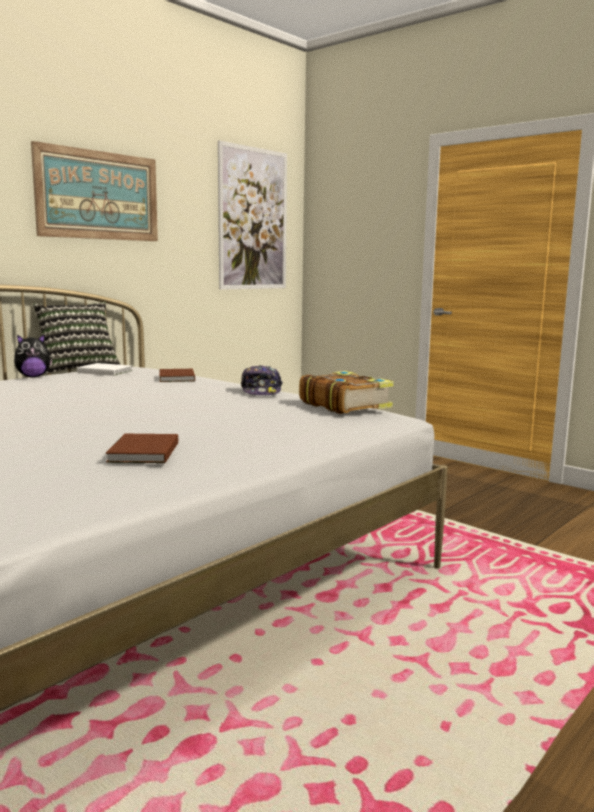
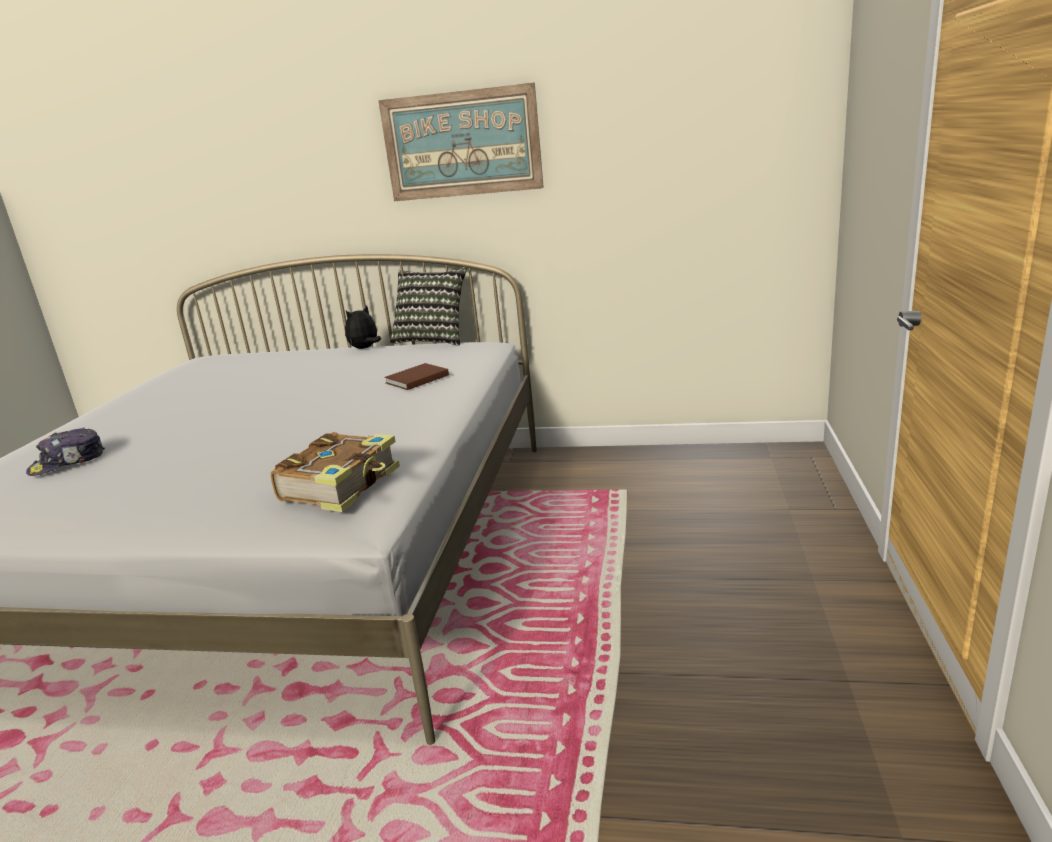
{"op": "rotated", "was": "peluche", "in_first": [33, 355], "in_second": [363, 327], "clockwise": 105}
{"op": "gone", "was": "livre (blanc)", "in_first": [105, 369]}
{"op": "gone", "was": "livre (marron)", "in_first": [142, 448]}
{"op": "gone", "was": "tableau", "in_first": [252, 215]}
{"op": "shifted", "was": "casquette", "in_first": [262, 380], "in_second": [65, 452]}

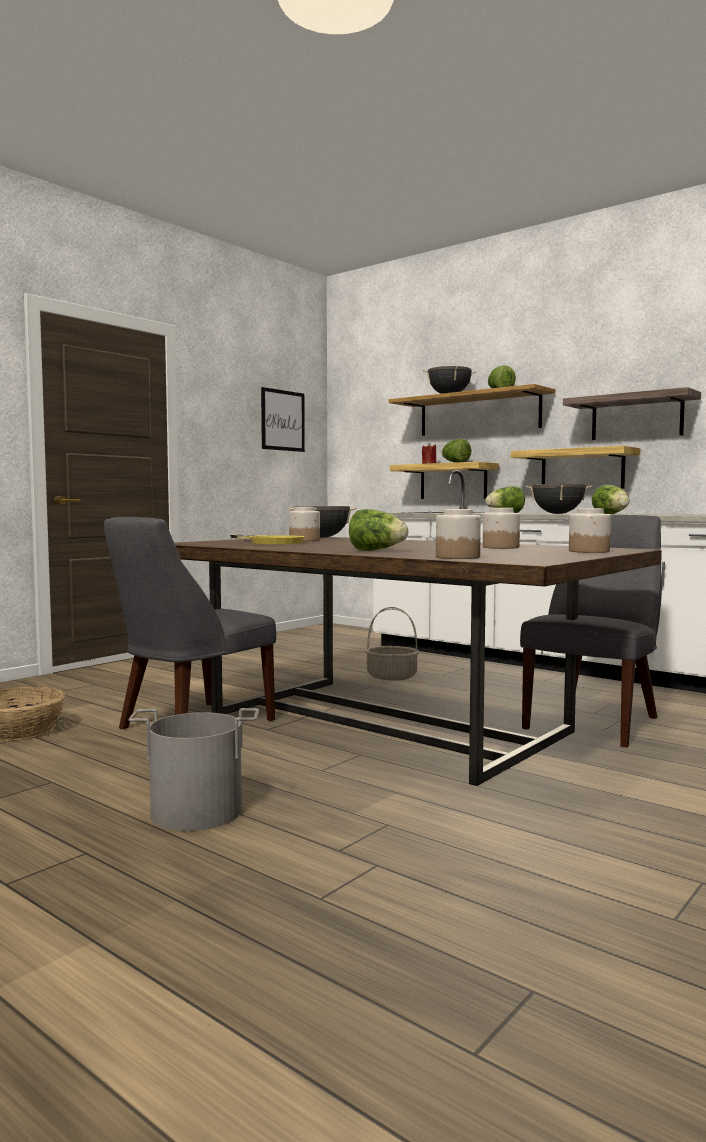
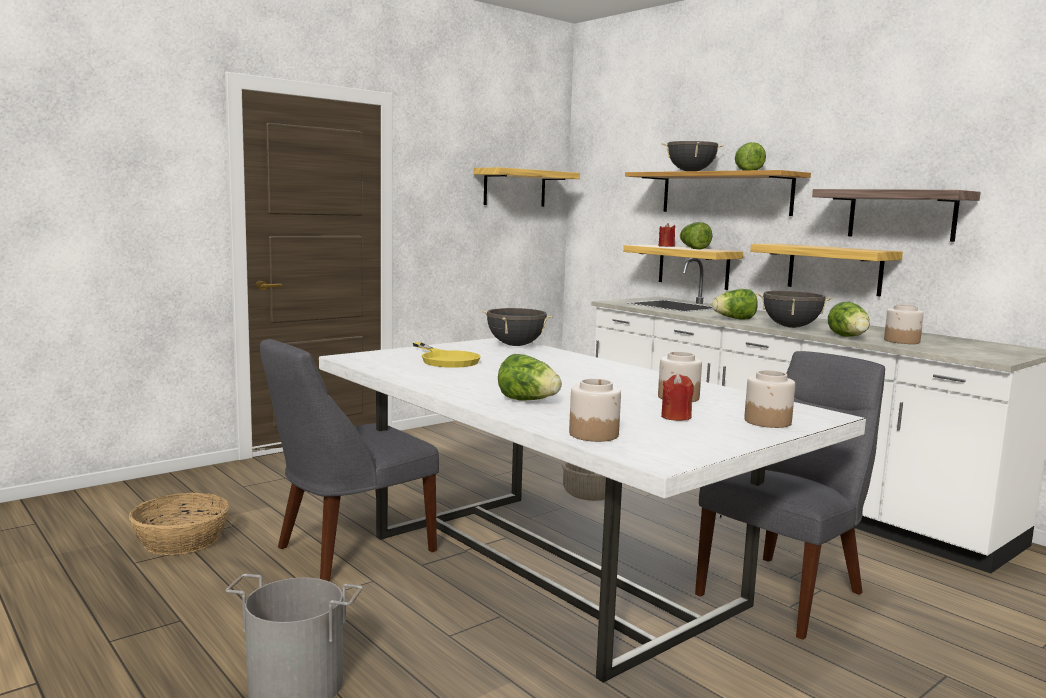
{"op": "repainted", "was": "table à manger (marron)", "now": "table à manger (blanc)", "in_first": [418, 661], "in_second": [592, 510]}
{"op": "swapped", "was": "tableau", "now": "étagère", "in_first": [283, 419], "in_second": [527, 187]}
{"op": "shifted", "was": "bocal", "in_first": [304, 524], "in_second": [904, 324]}
{"op": "new", "now": "bougie (rouge)", "in_second": [677, 397]}

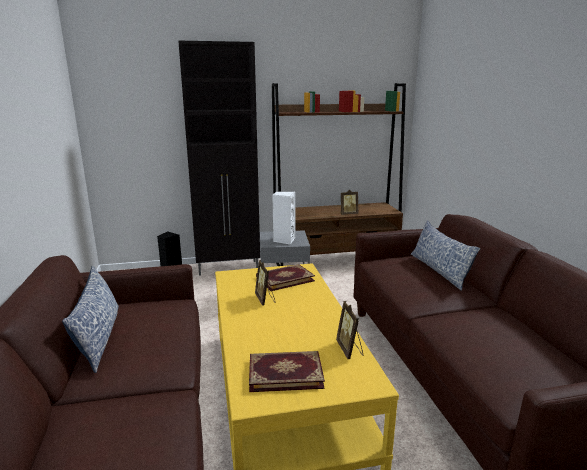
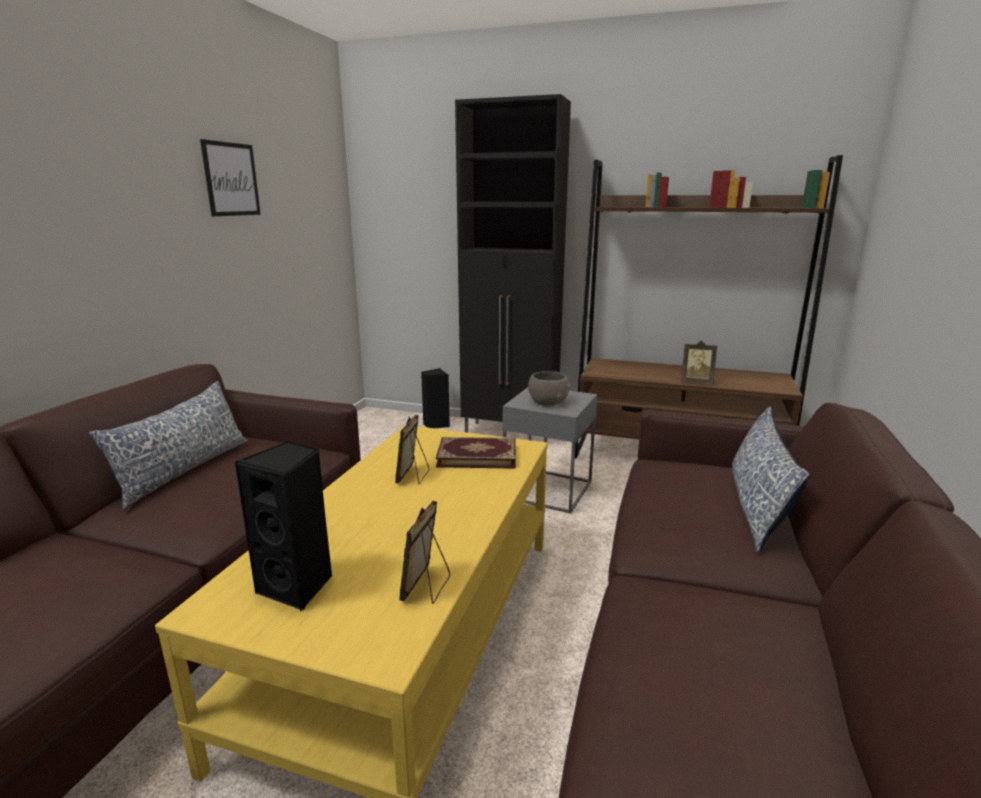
{"op": "swapped", "was": "livre", "now": "enceinte (noir)", "in_first": [287, 371], "in_second": [284, 526]}
{"op": "swapped", "was": "enceinte (blanc)", "now": "bol (gris)", "in_first": [284, 218], "in_second": [549, 388]}
{"op": "new", "now": "tableau", "in_second": [230, 177]}

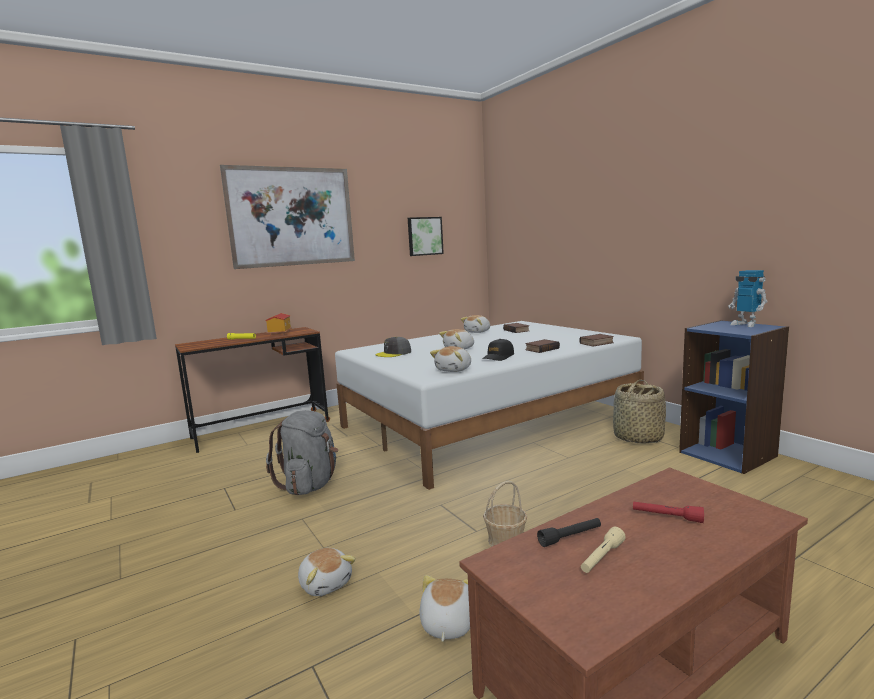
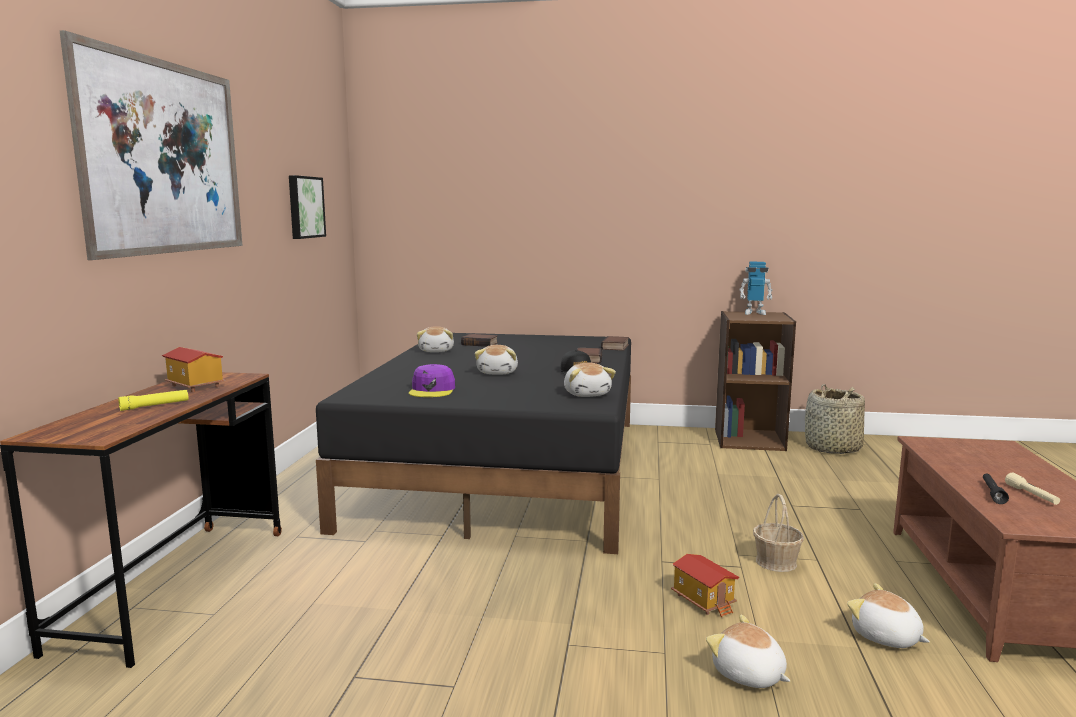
{"op": "gone", "was": "sac à dos (gris)", "in_first": [302, 452]}
{"op": "rotated", "was": "peluche", "in_first": [327, 572], "in_second": [748, 651], "clockwise": -135}
{"op": "repainted", "was": "lit (blanc)", "now": "lit (noir)", "in_first": [489, 405], "in_second": [473, 443]}
{"op": "repainted", "was": "casquette (gris)", "now": "casquette (violet)", "in_first": [393, 347], "in_second": [432, 380]}
{"op": "shifted", "was": "panier", "in_first": [639, 411], "in_second": [835, 419]}
{"op": "gone", "was": "lampe de poche (rouge)", "in_first": [668, 512]}
{"op": "repainted", "was": "bibliothèque (bleu)", "now": "bibliothèque (marron)", "in_first": [734, 397], "in_second": [755, 381]}
{"op": "new", "now": "maison miniature", "in_second": [705, 585]}

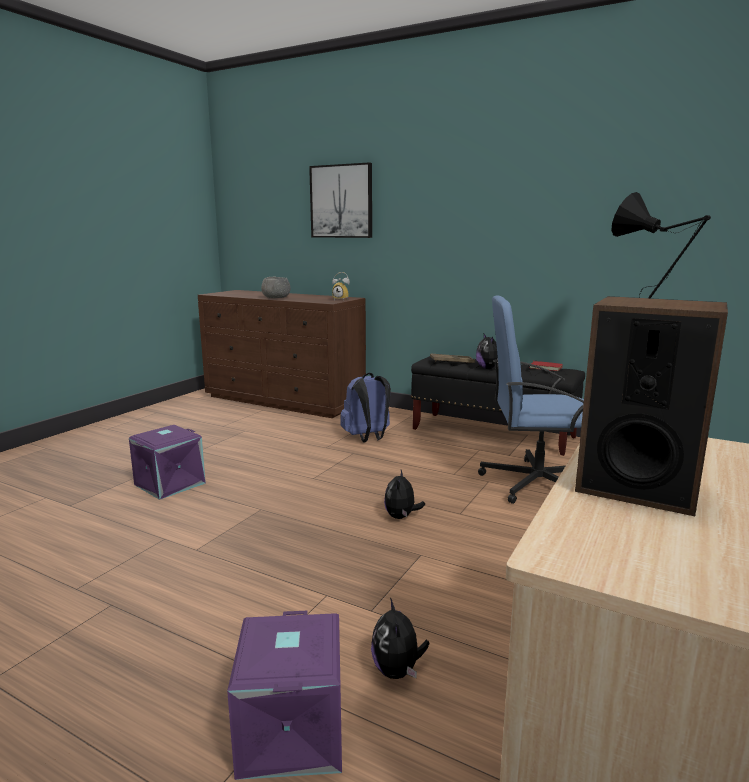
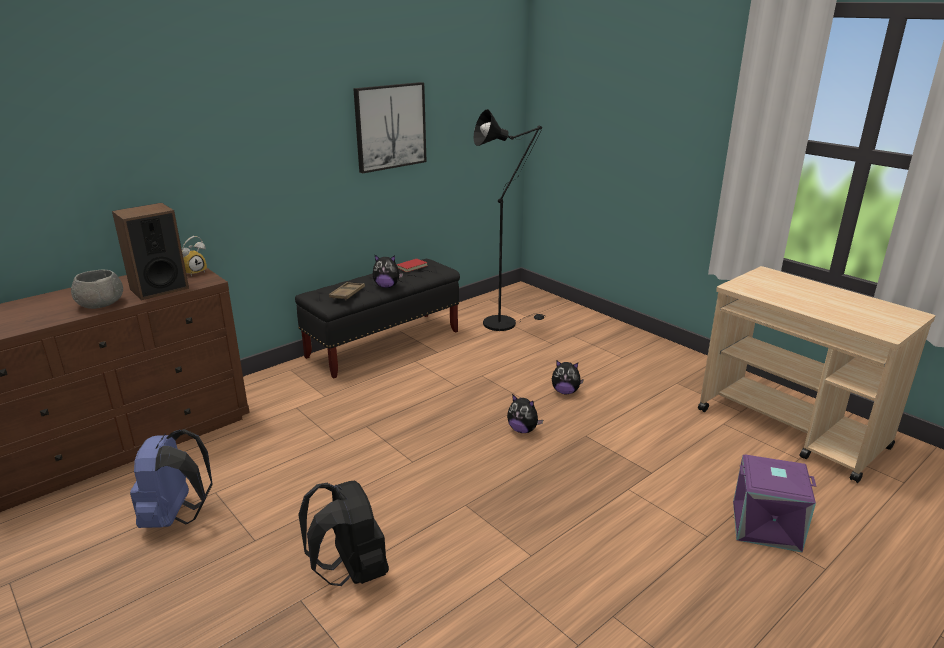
{"op": "swapped", "was": "boîte de rangement (violet)", "now": "sac à dos (noir)", "in_first": [167, 462], "in_second": [343, 533]}
{"op": "shifted", "was": "tableau", "in_first": [340, 200], "in_second": [390, 127]}
{"op": "shifted", "was": "sac à dos (bleu)", "in_first": [365, 407], "in_second": [171, 478]}
{"op": "shifted", "was": "peluche", "in_first": [400, 638], "in_second": [568, 377]}
{"op": "gone", "was": "chaise de bureau (bleu)", "in_first": [531, 399]}
{"op": "shifted", "was": "enceinte", "in_first": [651, 406], "in_second": [150, 251]}

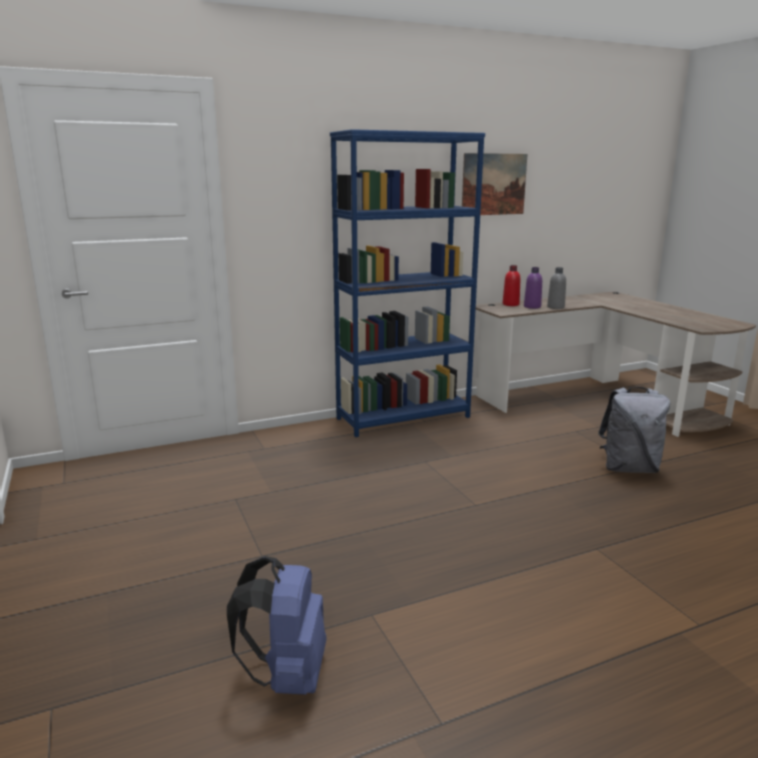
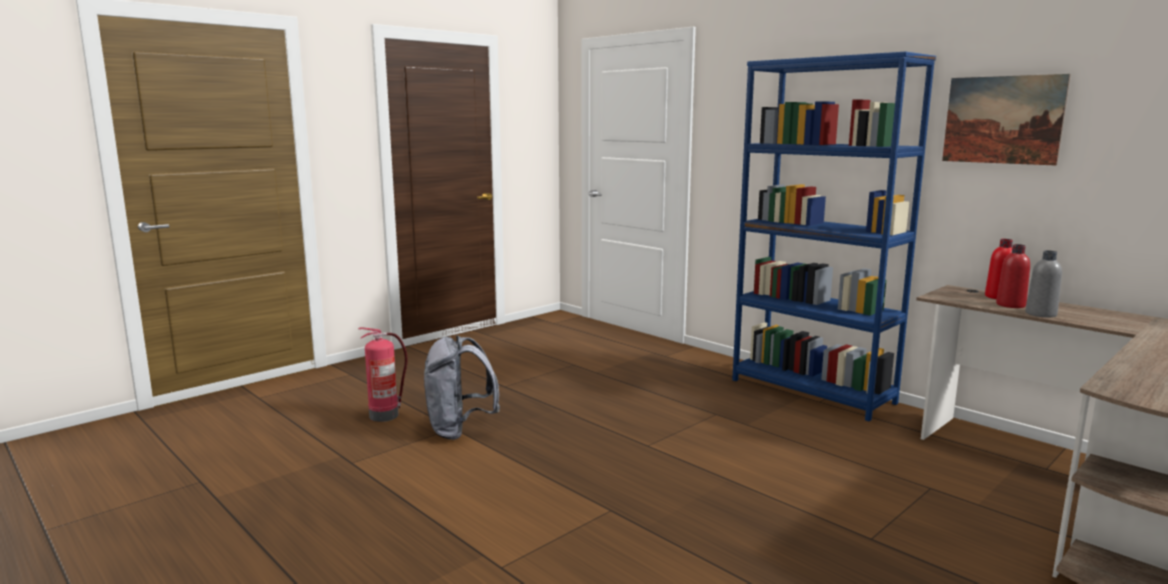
{"op": "swapped", "was": "sac à dos (bleu)", "now": "extincteur", "in_first": [276, 625], "in_second": [383, 374]}
{"op": "repainted", "was": "bouteille (violet)", "now": "bouteille (rouge)", "in_first": [533, 288], "in_second": [1013, 276]}
{"op": "shifted", "was": "sac à dos (gris)", "in_first": [634, 430], "in_second": [462, 387]}

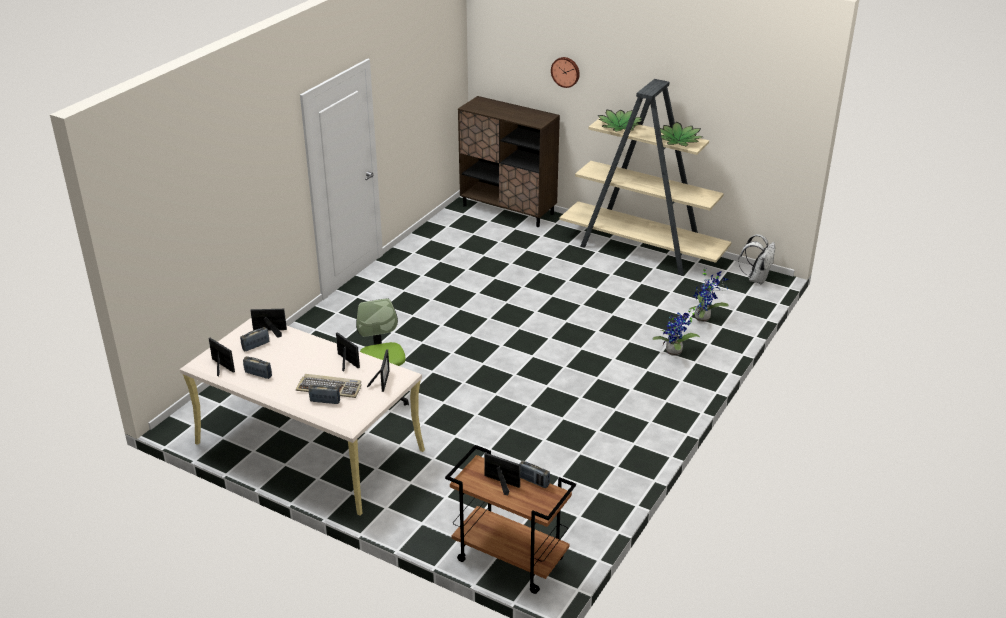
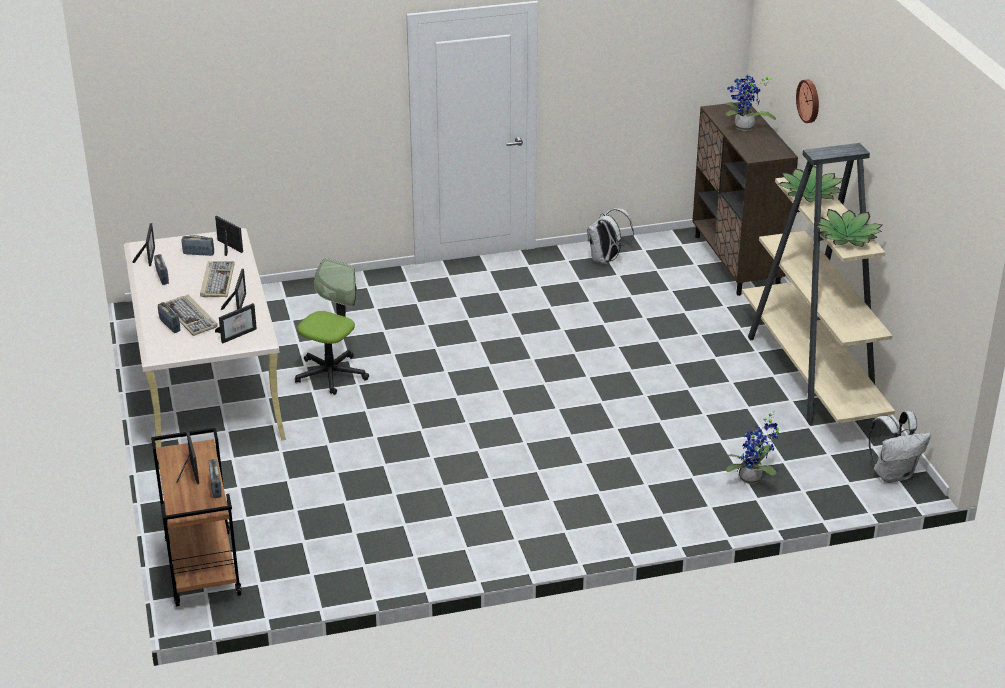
{"op": "shifted", "was": "plante en pot", "in_first": [676, 332], "in_second": [750, 103]}
{"op": "new", "now": "clavier", "in_second": [217, 279]}
{"op": "new", "now": "sac à dos (blanc)", "in_second": [610, 236]}

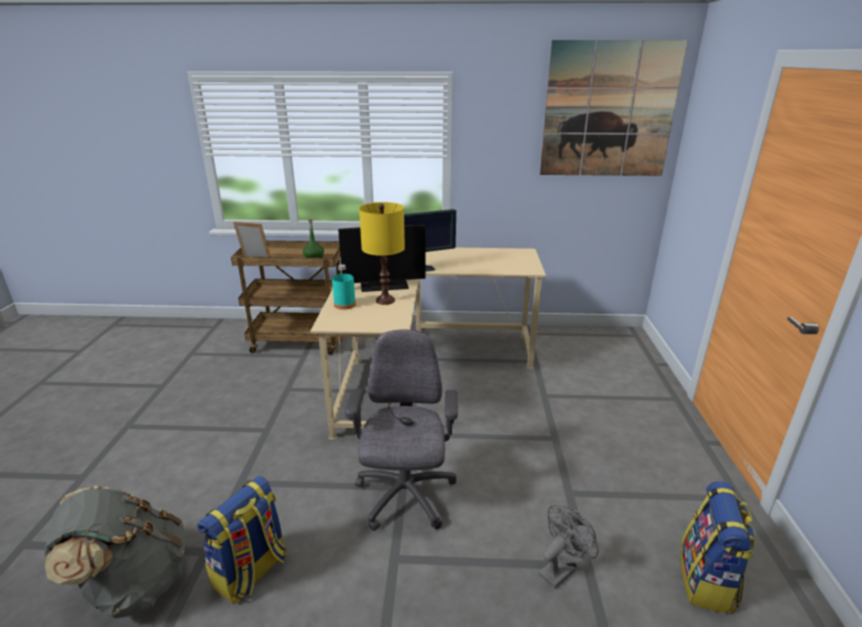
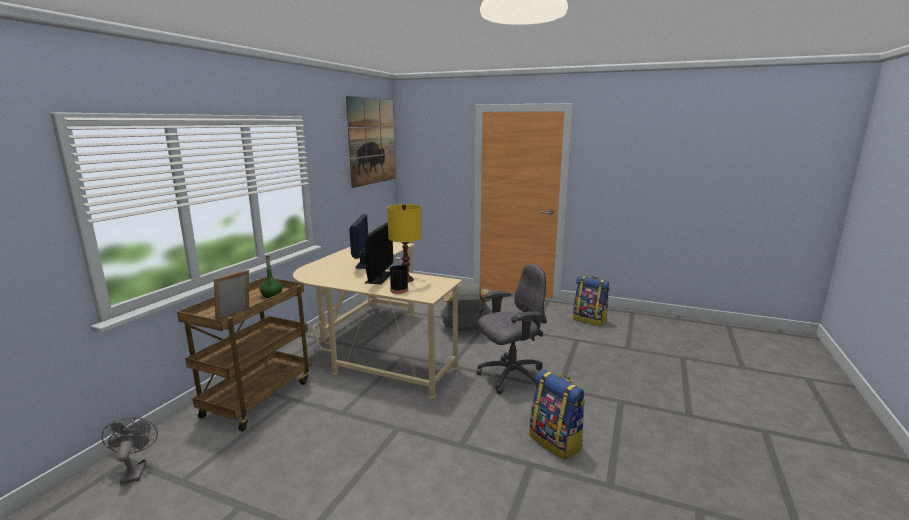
{"op": "shifted", "was": "sac à dos (gris)", "in_first": [114, 552], "in_second": [466, 308]}
{"op": "repainted", "was": "bouteille (turquoise)", "now": "bouteille (noir)", "in_first": [344, 287], "in_second": [399, 275]}
{"op": "rotated", "was": "chaise de bureau (gris)", "in_first": [401, 430], "in_second": [512, 329], "clockwise": 135}
{"op": "shifted", "was": "ventilateur (gris)", "in_first": [569, 547], "in_second": [129, 450]}

